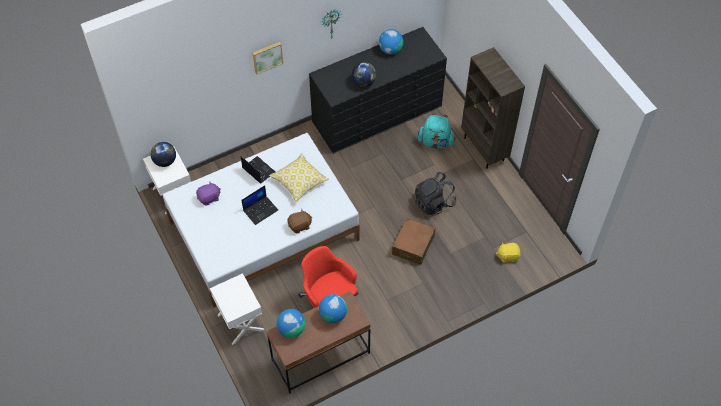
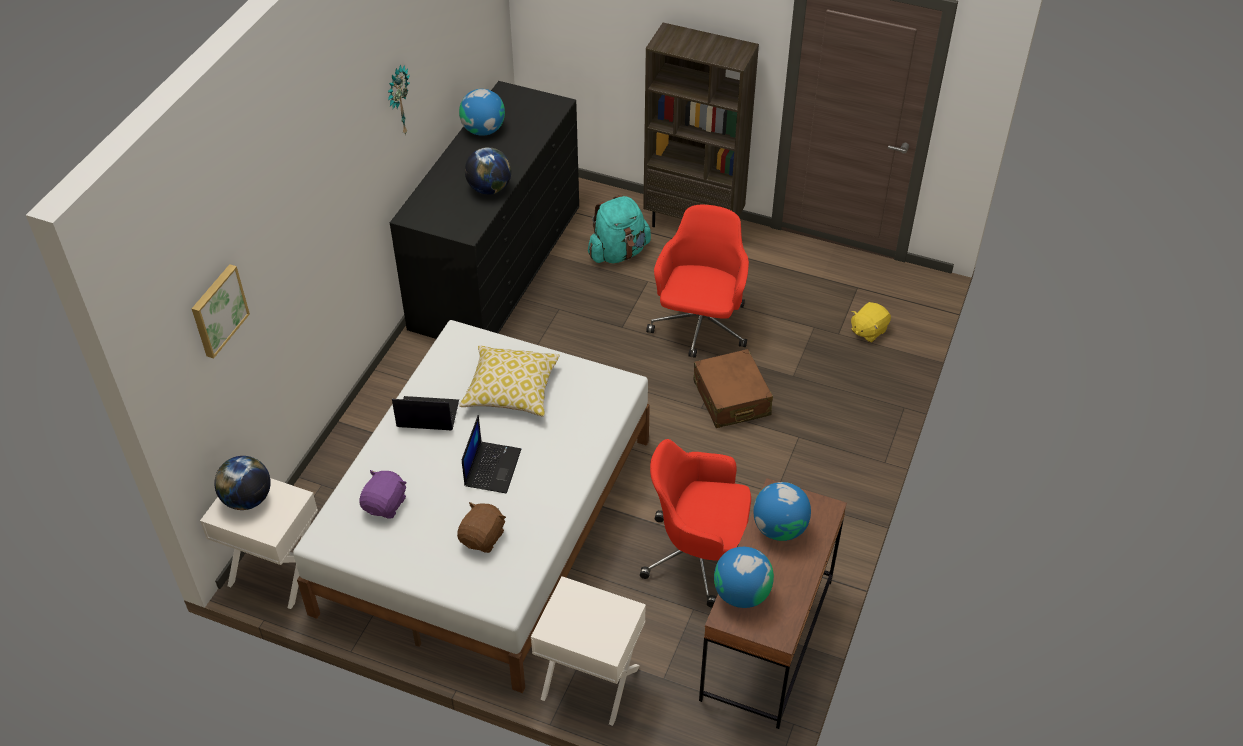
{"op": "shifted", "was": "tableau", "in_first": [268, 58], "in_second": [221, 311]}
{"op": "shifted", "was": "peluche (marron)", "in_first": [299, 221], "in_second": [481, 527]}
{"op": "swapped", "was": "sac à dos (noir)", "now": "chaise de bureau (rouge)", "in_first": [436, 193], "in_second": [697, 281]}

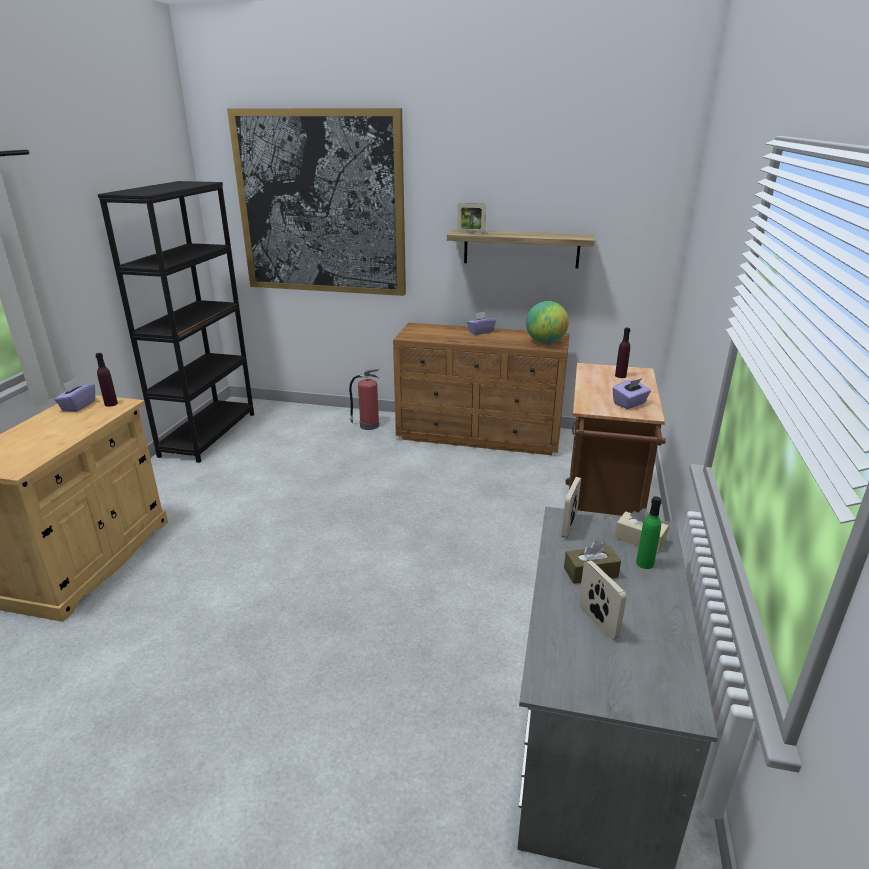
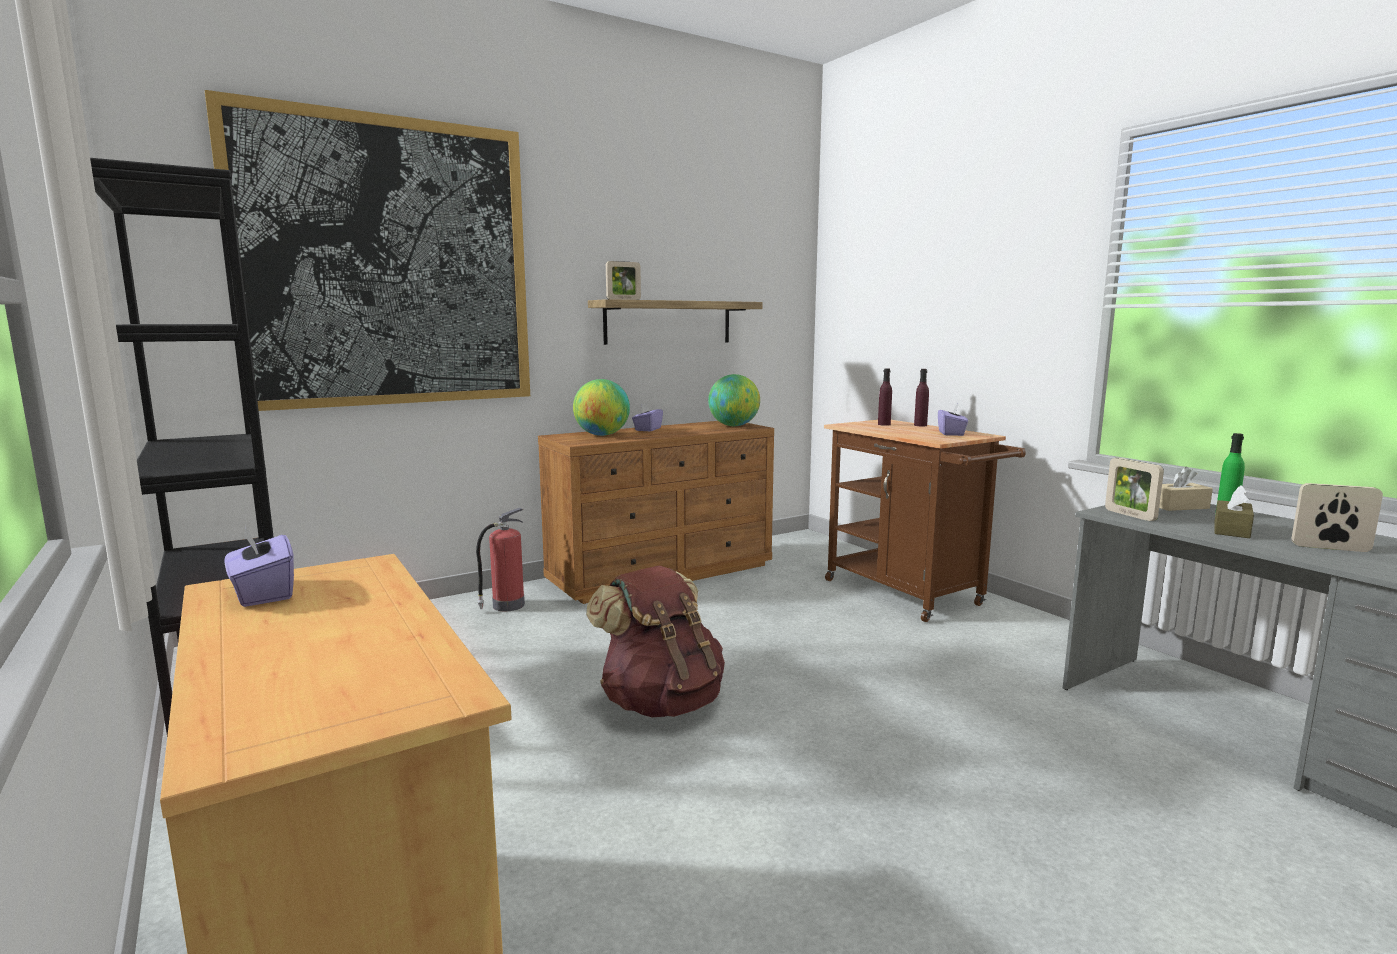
{"op": "shifted", "was": "bouteille (violet)", "in_first": [106, 380], "in_second": [921, 397]}
{"op": "new", "now": "globe", "in_second": [601, 407]}
{"op": "new", "now": "sac à dos (marron)", "in_second": [655, 641]}

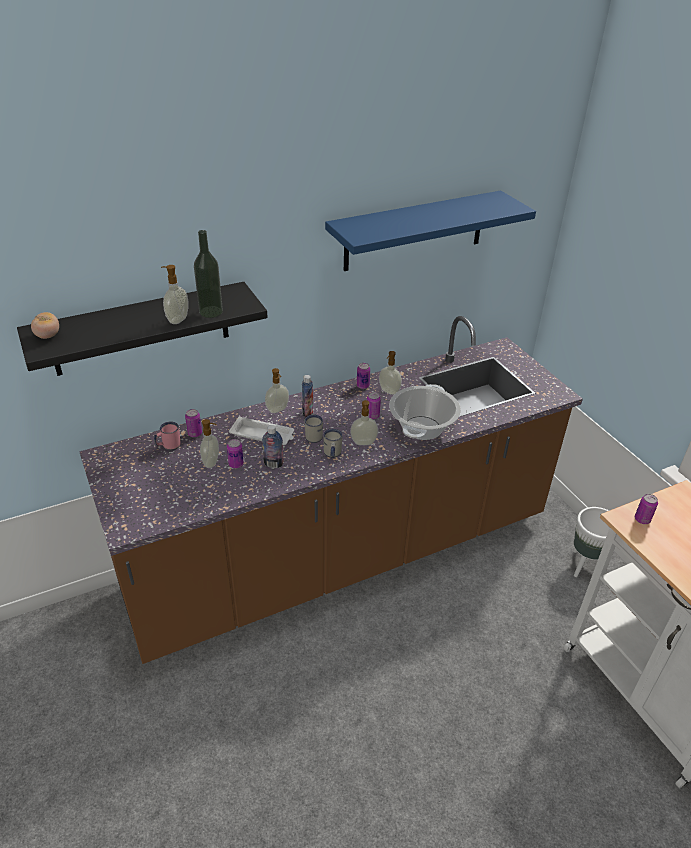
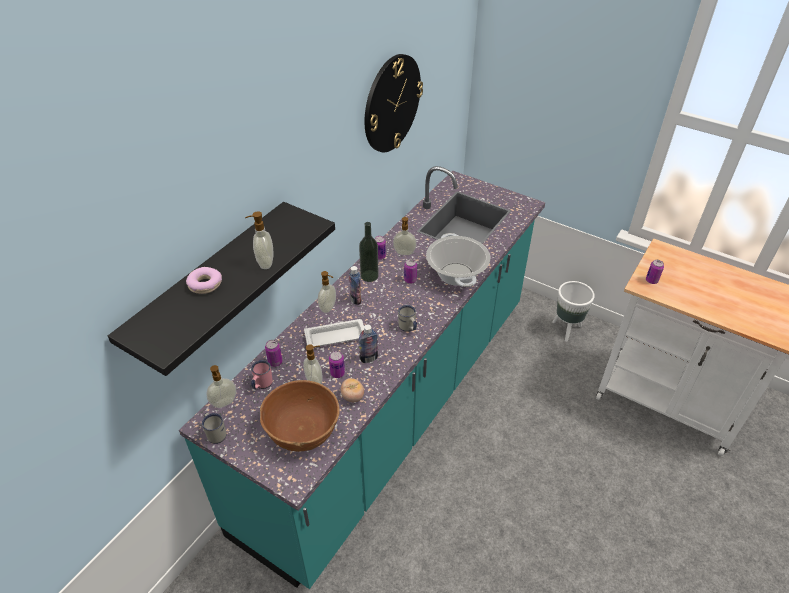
{"op": "shifted", "was": "tomate", "in_first": [45, 325], "in_second": [352, 390]}
{"op": "repainted", "was": "comptoir de cuisine (marron)", "now": "comptoir de cuisine (turquoise)", "in_first": [331, 490], "in_second": [362, 377]}
{"op": "shifted", "was": "bouteille", "in_first": [208, 274], "in_second": [369, 252]}
{"op": "shifted", "was": "mug (blanc)", "in_first": [313, 428], "in_second": [214, 428]}
{"op": "swapped", "was": "étagère (bleu)", "now": "horloge murale", "in_first": [430, 231], "in_second": [394, 103]}
{"op": "shifted", "was": "distributeur de savon", "in_first": [364, 422], "in_second": [221, 386]}
{"op": "new", "now": "beignet", "in_second": [204, 280]}
{"op": "new", "now": "bol (marron)", "in_second": [300, 416]}

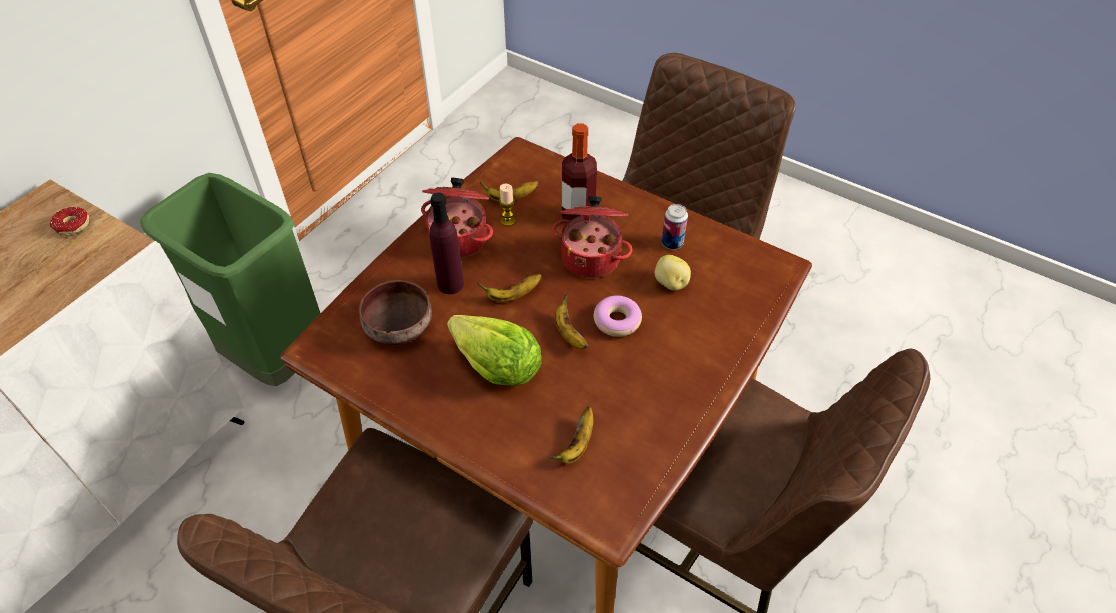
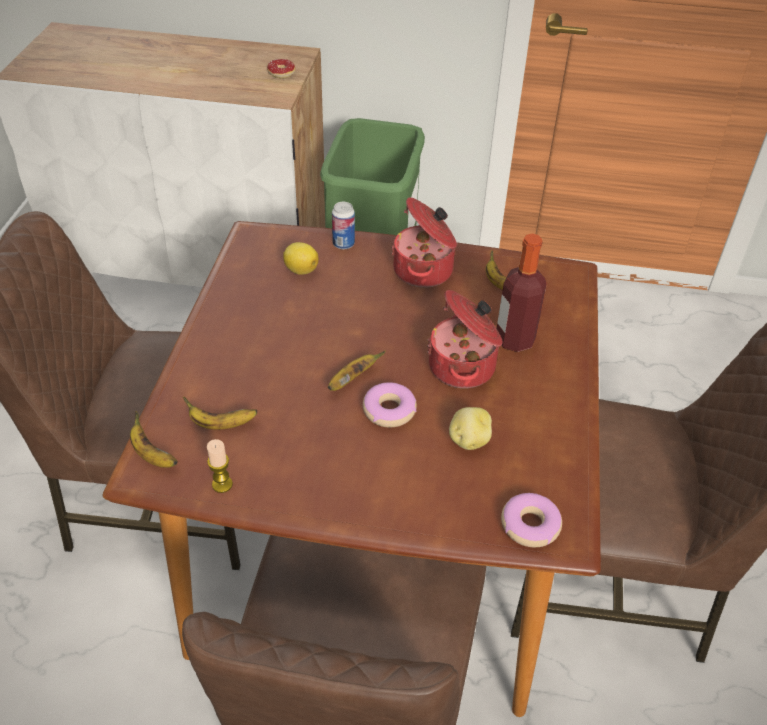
{"op": "swapped", "was": "bol (marron)", "now": "citron", "in_first": [395, 313], "in_second": [301, 258]}
{"op": "gone", "was": "bouteille (violet)", "in_first": [447, 243]}
{"op": "gone", "was": "laitue", "in_first": [494, 350]}
{"op": "shifted", "was": "banane", "in_first": [510, 287], "in_second": [154, 439]}
{"op": "shifted", "was": "bougie", "in_first": [507, 205], "in_second": [220, 466]}
{"op": "shifted", "was": "boîte métallique", "in_first": [674, 227], "in_second": [343, 225]}
{"op": "new", "now": "beignet", "in_second": [531, 520]}

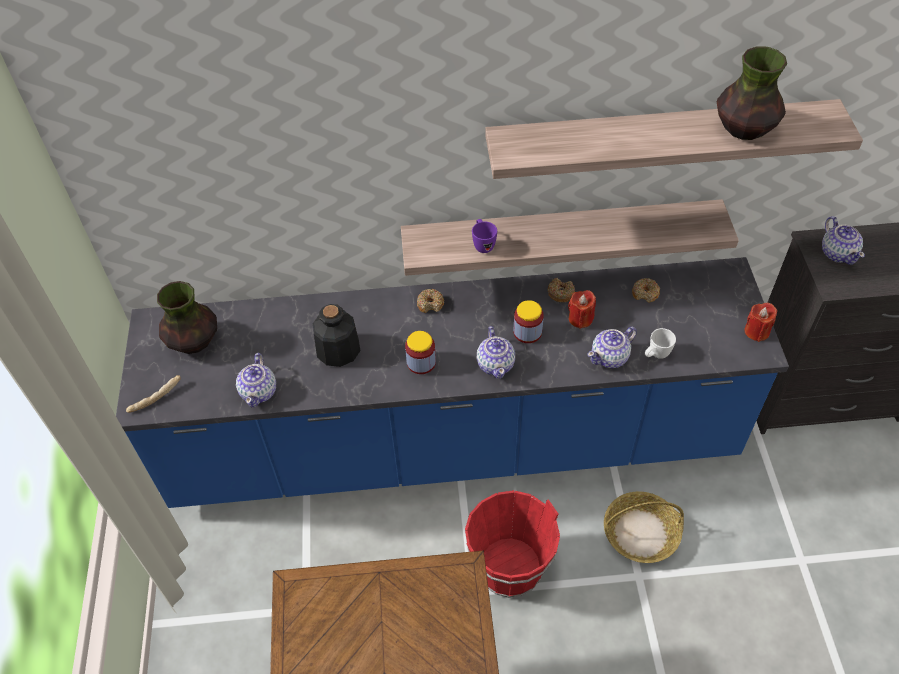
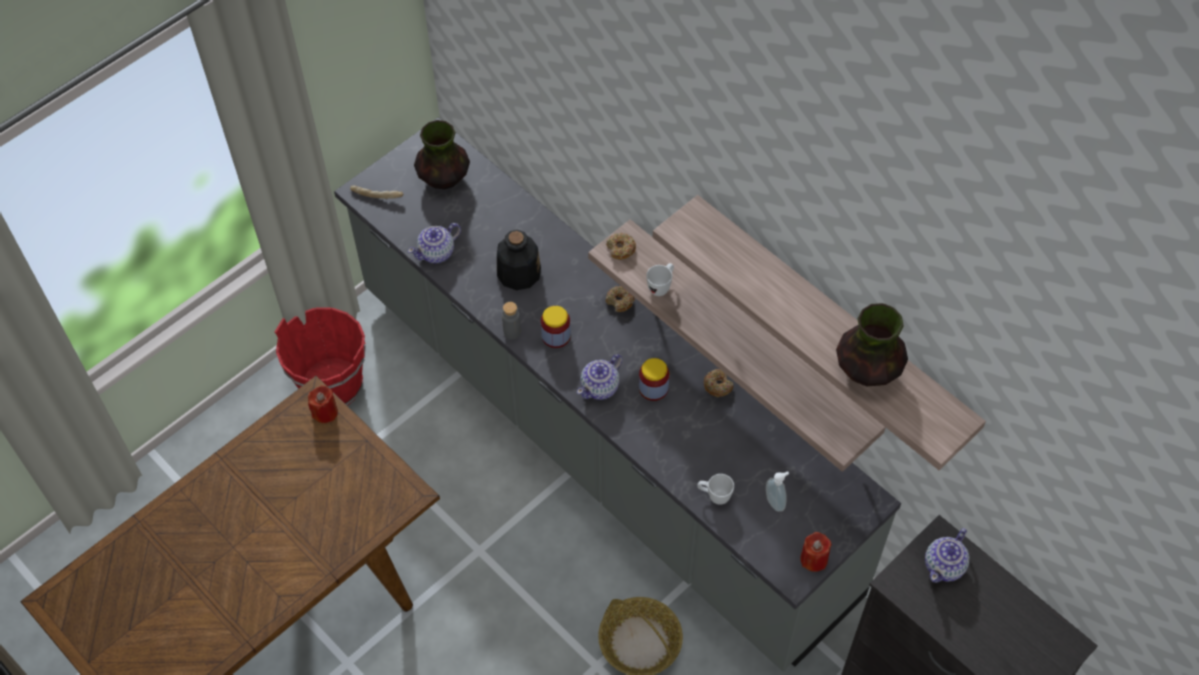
{"op": "repainted", "was": "comptoir de cuisine (bleu)", "now": "comptoir de cuisine (gris)", "in_first": [452, 382], "in_second": [617, 395]}
{"op": "shifted", "was": "seau (rouge)", "in_first": [512, 544], "in_second": [320, 356]}
{"op": "repainted", "was": "mug (violet)", "now": "mug (blanc)", "in_first": [484, 236], "in_second": [660, 279]}
{"op": "shifted", "was": "bougie (rouge)", "in_first": [582, 309], "in_second": [323, 404]}
{"op": "gone", "was": "théière", "in_first": [612, 347]}
{"op": "shifted", "was": "beignet", "in_first": [646, 290], "in_second": [621, 246]}
{"op": "new", "now": "bouteille (gris)", "in_second": [511, 320]}
{"op": "new", "now": "distributeur de savon", "in_second": [777, 491]}

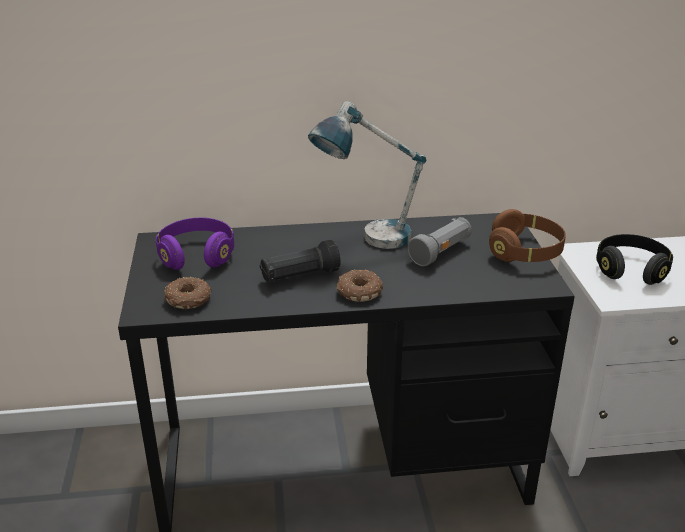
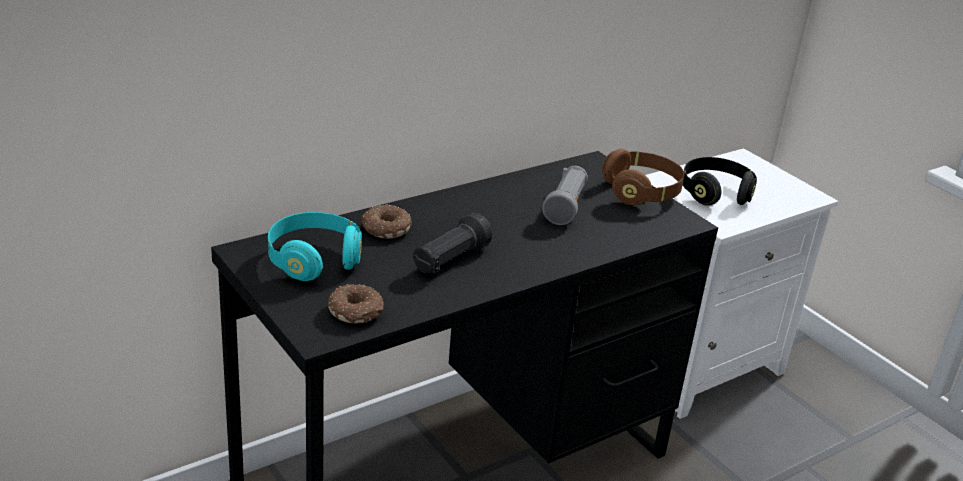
{"op": "repainted", "was": "casque audio (violet)", "now": "casque audio (turquoise)", "in_first": [195, 244], "in_second": [315, 246]}
{"op": "gone", "was": "lampe de table", "in_first": [367, 175]}
{"op": "shifted", "was": "beignet", "in_first": [360, 285], "in_second": [386, 221]}

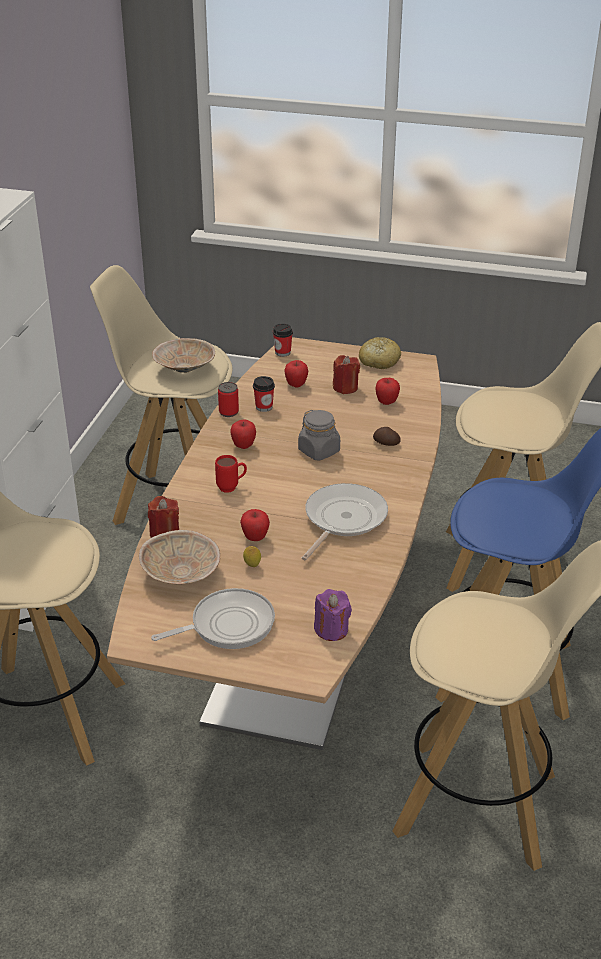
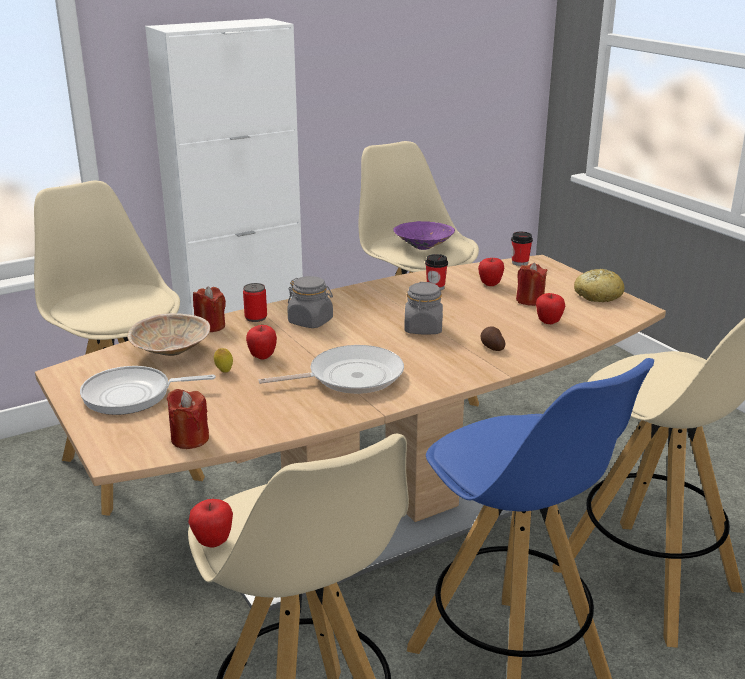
{"op": "rotated", "was": "poêle", "in_first": [213, 618], "in_second": [148, 390], "clockwise": 150}
{"op": "repainted", "was": "bol (beige)", "now": "bol (violet)", "in_first": [183, 355], "in_second": [424, 235]}
{"op": "swapped", "was": "mug (rouge)", "now": "bocal (gris)", "in_first": [231, 474], "in_second": [310, 302]}
{"op": "shifted", "was": "boîte métallique", "in_first": [228, 399], "in_second": [255, 302]}
{"op": "shifted", "was": "pomme", "in_first": [243, 434], "in_second": [210, 523]}
{"op": "repainted", "was": "bougie (violet)", "now": "bougie (rouge)", "in_first": [333, 615], "in_second": [188, 419]}

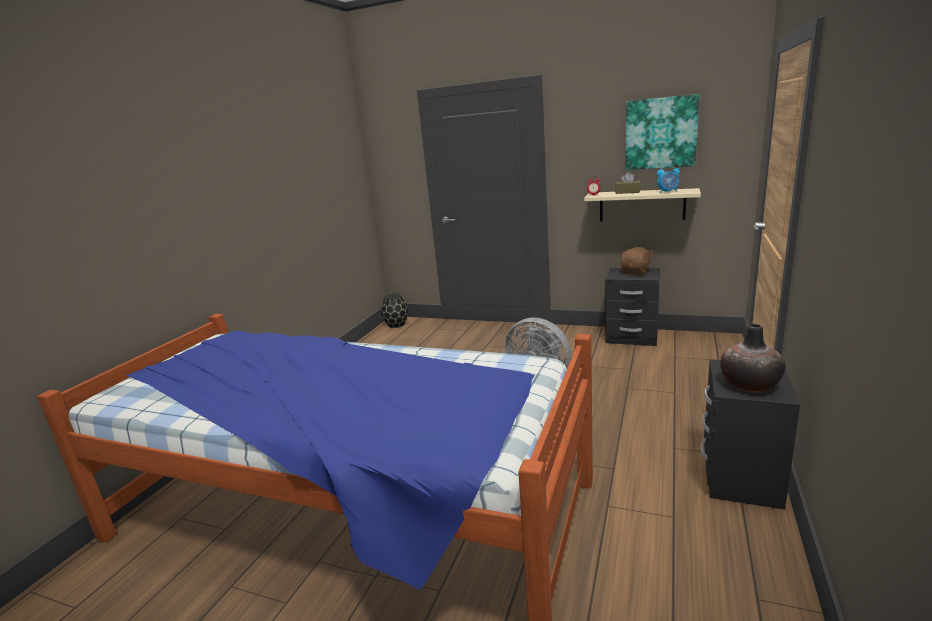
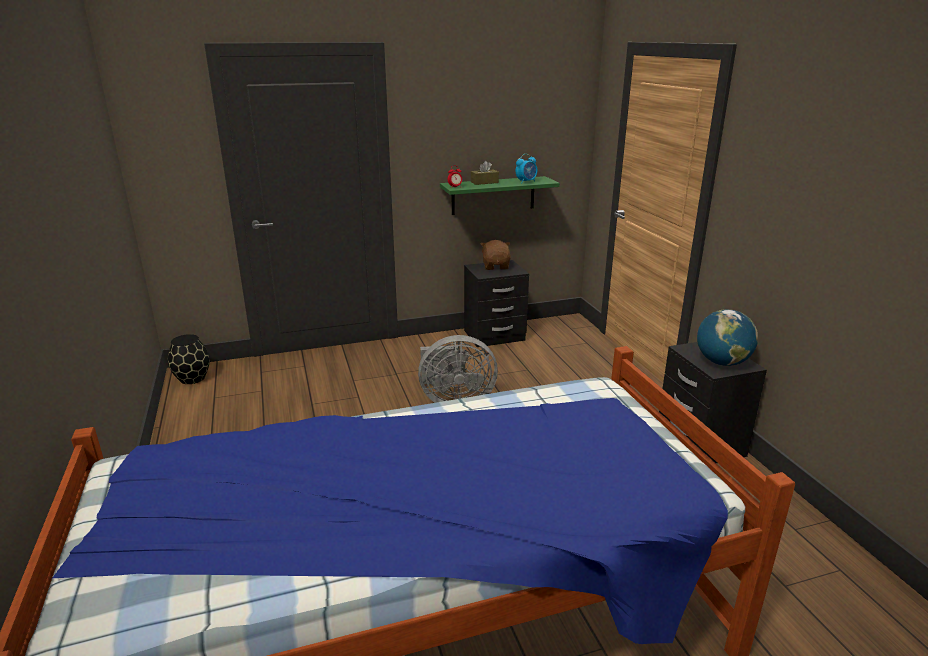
{"op": "repainted", "was": "étagère (beige)", "now": "étagère (vert)", "in_first": [642, 204], "in_second": [500, 195]}
{"op": "gone", "was": "tableau", "in_first": [662, 132]}
{"op": "swapped", "was": "vase", "now": "globe", "in_first": [752, 358], "in_second": [727, 337]}

